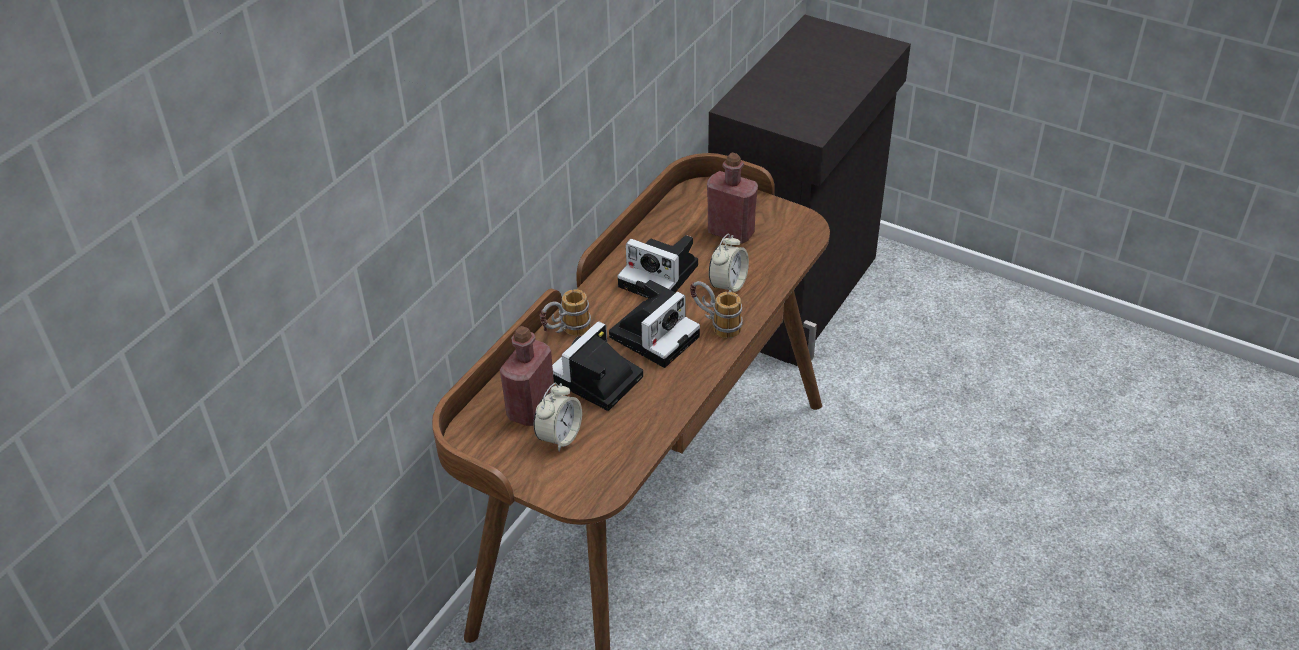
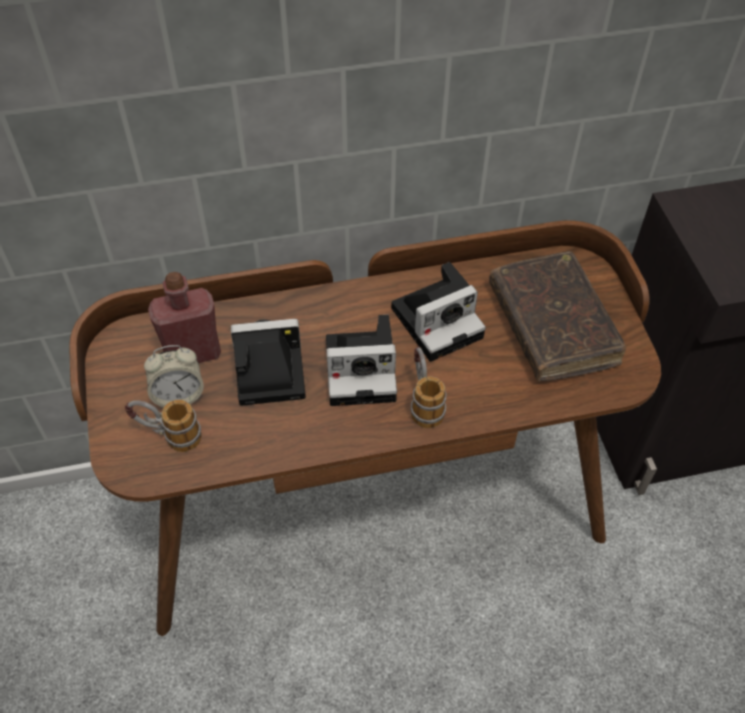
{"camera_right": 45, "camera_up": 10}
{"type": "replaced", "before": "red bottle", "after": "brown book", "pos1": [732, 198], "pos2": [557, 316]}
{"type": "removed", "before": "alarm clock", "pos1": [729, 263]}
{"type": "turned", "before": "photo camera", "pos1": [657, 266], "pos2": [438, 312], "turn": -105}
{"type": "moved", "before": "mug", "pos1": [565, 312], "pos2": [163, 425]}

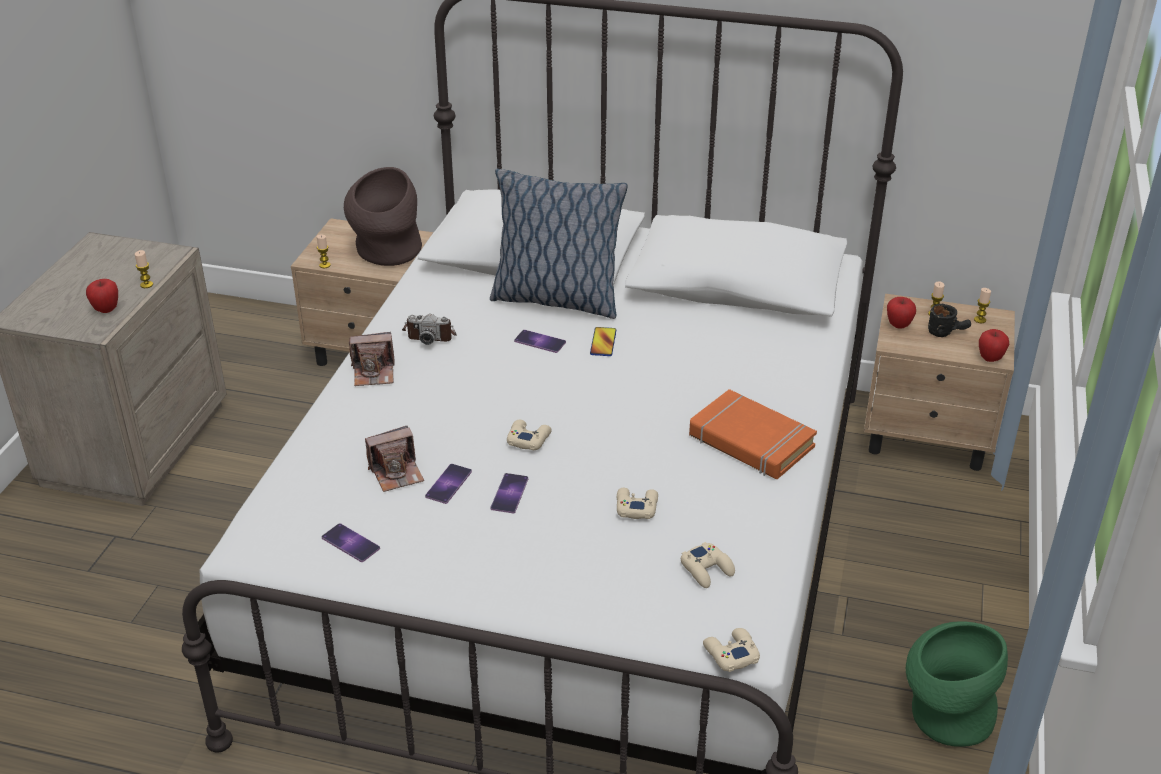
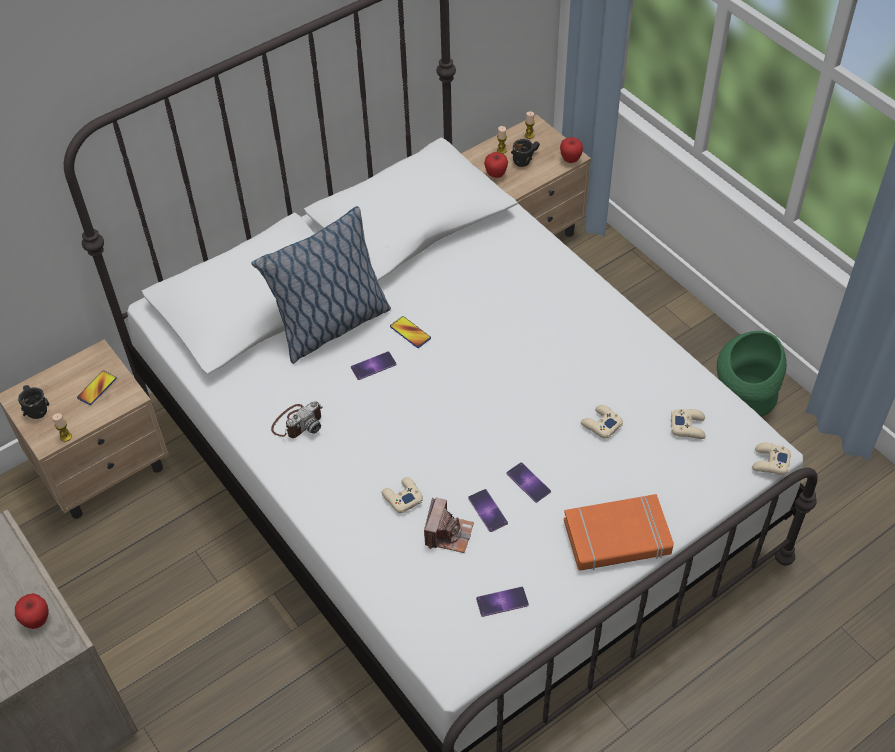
{"camera_right": -50, "camera_up": 15}
{"type": "replaced", "before": "brown vase", "after": "phone", "pos1": [383, 216], "pos2": [97, 388]}
{"type": "removed", "before": "candle", "pos1": [144, 269]}
{"type": "removed", "before": "photo camera", "pos1": [372, 359]}
{"type": "moved", "before": "orange book", "pos1": [753, 434], "pos2": [619, 532]}
{"type": "moved", "before": "beige game controller", "pos1": [529, 435], "pos2": [402, 495]}
{"type": "added", "after": "black mug", "pos2": [33, 402]}

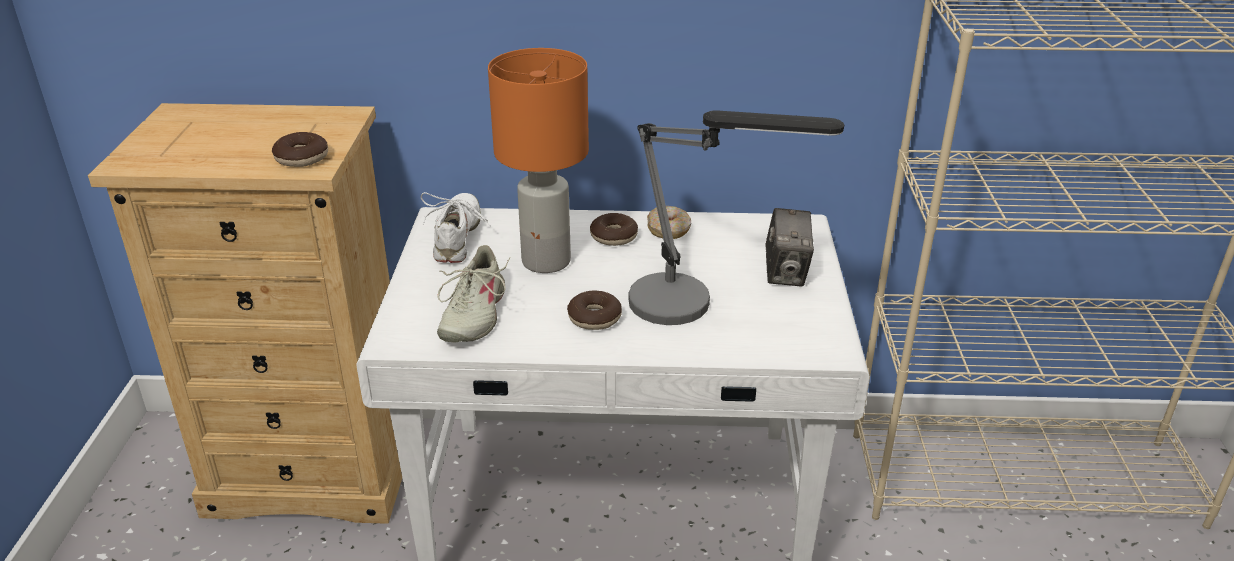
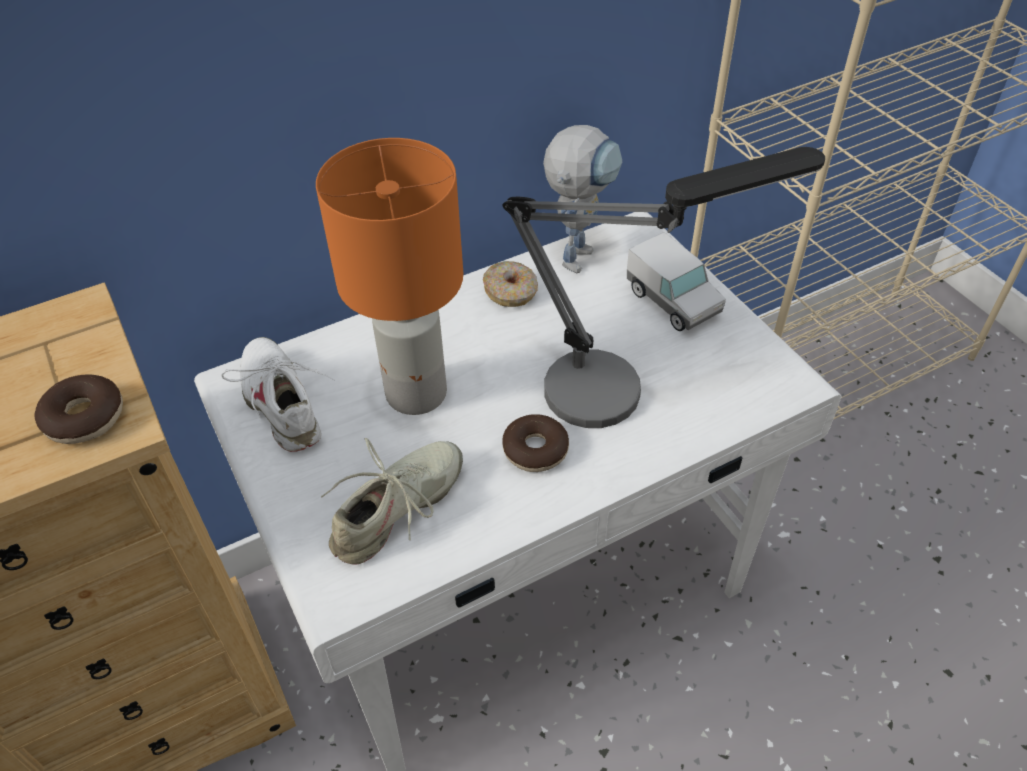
{"camera_right": -30, "camera_up": 15}
{"type": "replaced", "before": "photo camera", "after": "toy truck", "pos1": [789, 247], "pos2": [676, 281]}
{"type": "removed", "before": "donut", "pos1": [614, 229]}
{"type": "turned", "before": "beige shoe", "pos1": [473, 294], "pos2": [392, 501], "turn": -120}
{"type": "added", "after": "toy robot", "pos2": [582, 199]}

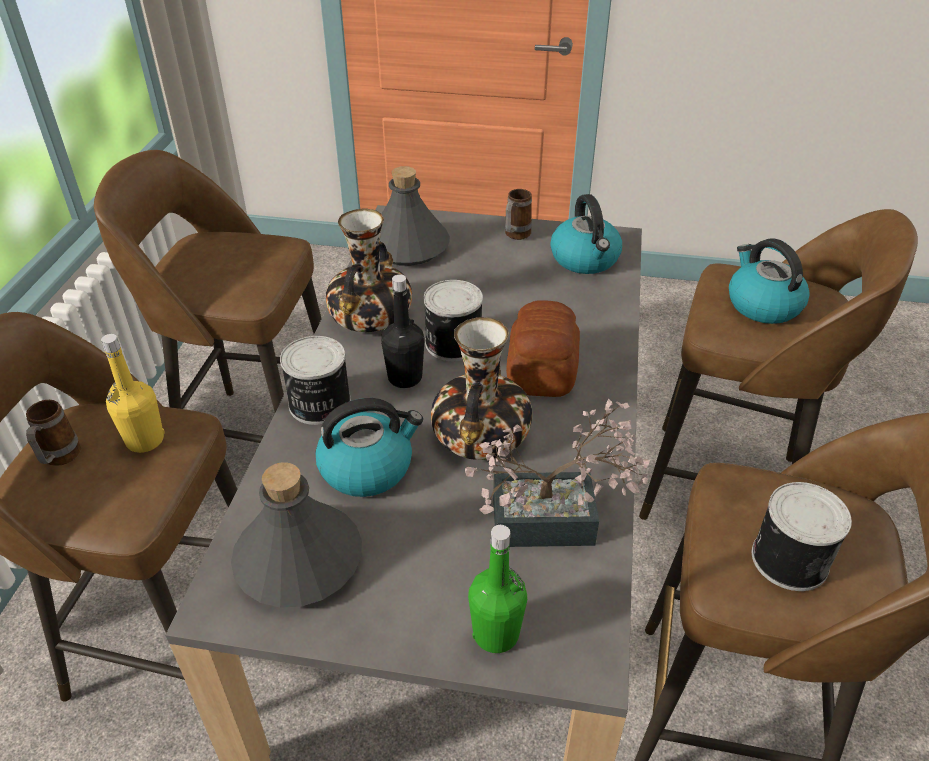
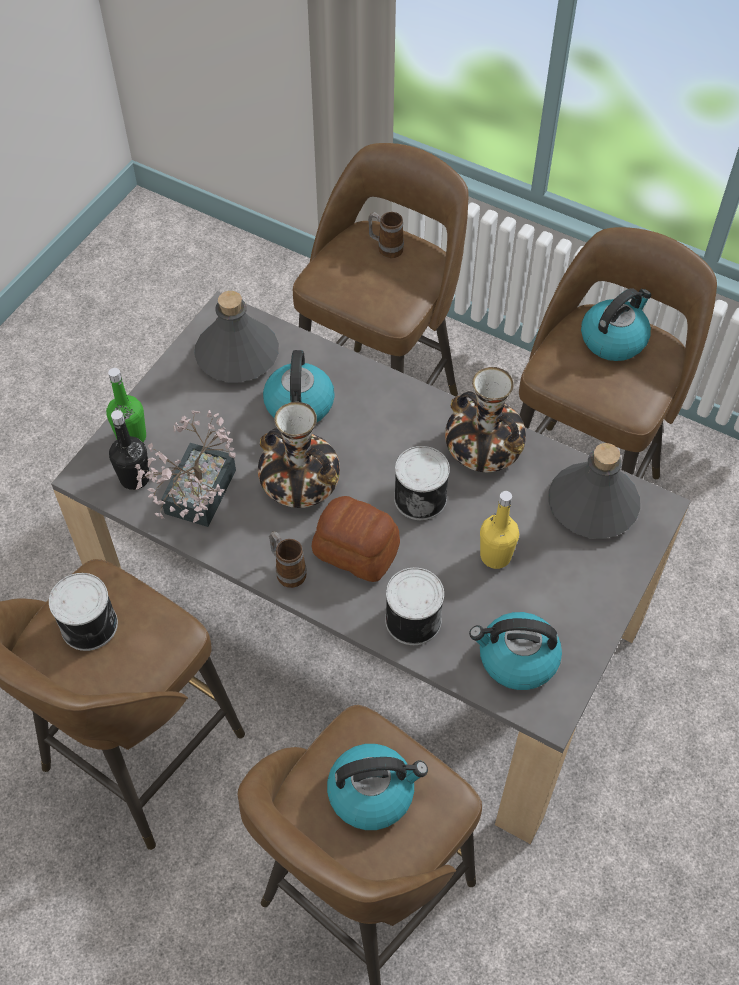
{"camera_right": 110, "camera_up": 15}
{"type": "moved", "before": "mug", "pos1": [518, 214], "pos2": [288, 559]}
{"type": "moved", "before": "black bottle", "pos1": [403, 331], "pos2": [129, 450]}
{"type": "moved", "before": "yellow bottle", "pos1": [133, 393], "pos2": [499, 530]}
{"type": "moved", "before": "can", "pos1": [315, 380], "pos2": [414, 606]}
{"type": "added", "after": "kettle", "pos2": [616, 324]}

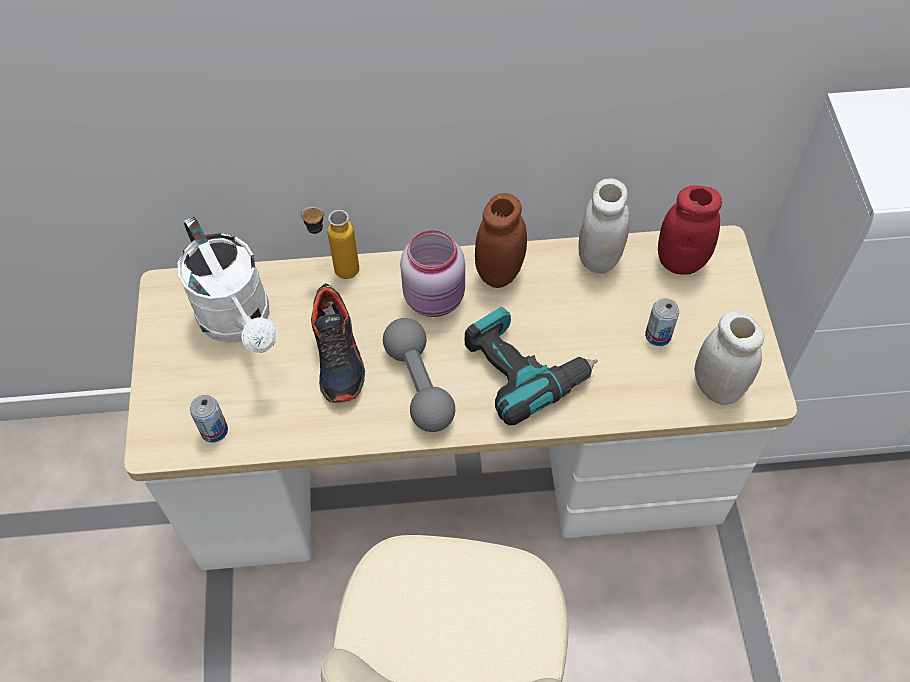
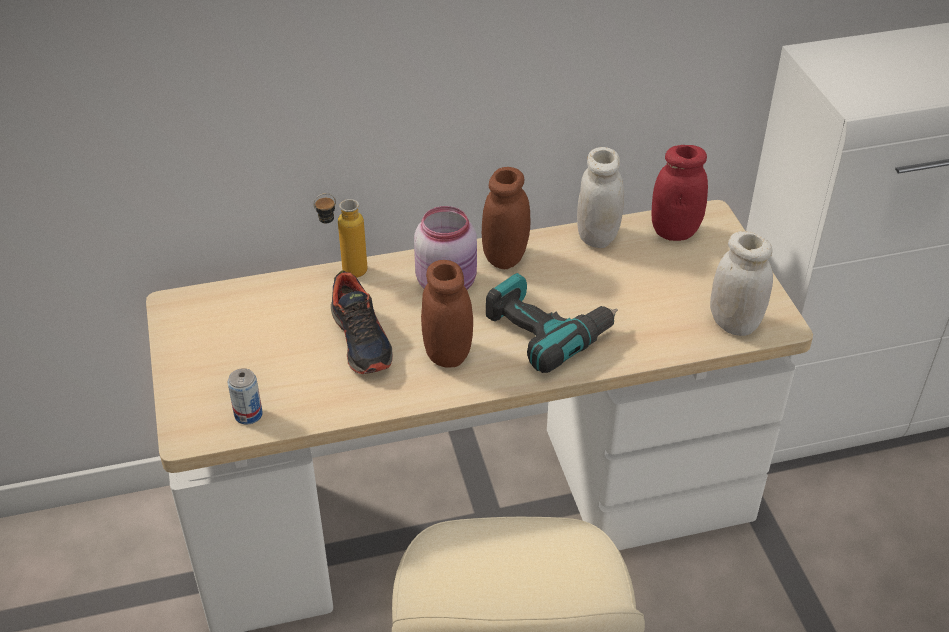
{"camera_right": -10, "camera_up": -15}
{"type": "removed", "before": "white watering can", "pos1": [227, 285]}
{"type": "removed", "before": "can", "pos1": [662, 322]}
{"type": "replaced", "before": "grey dumbbell", "after": "brown jar", "pos1": [419, 375], "pos2": [447, 314]}

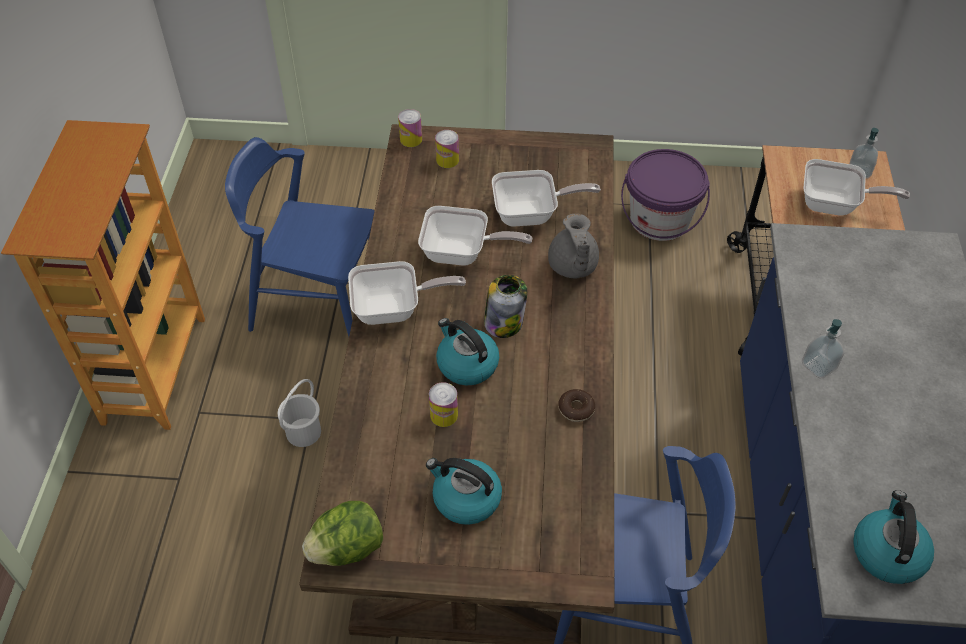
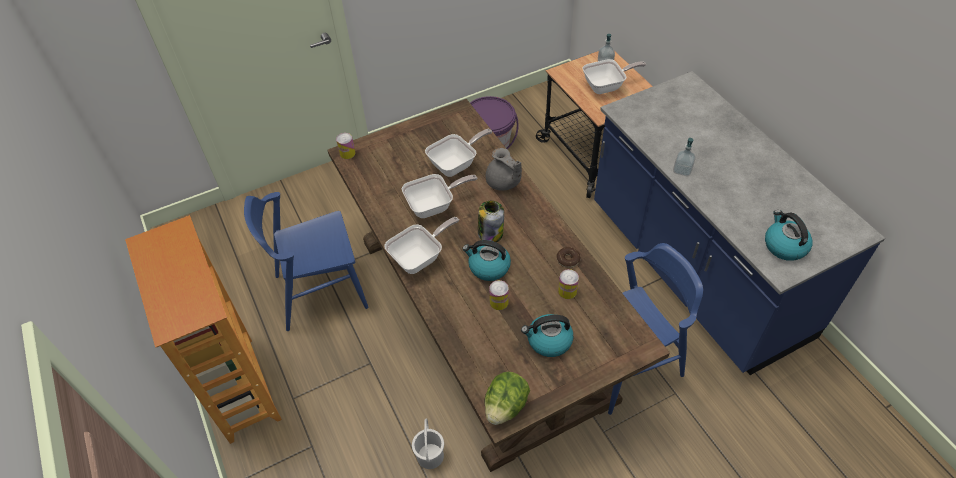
{"camera_right": -30, "camera_up": 0}
{"type": "moved", "before": "can", "pos1": [447, 149], "pos2": [568, 284]}
{"type": "moved", "before": "white bucket", "pos1": [299, 413], "pos2": [428, 443]}

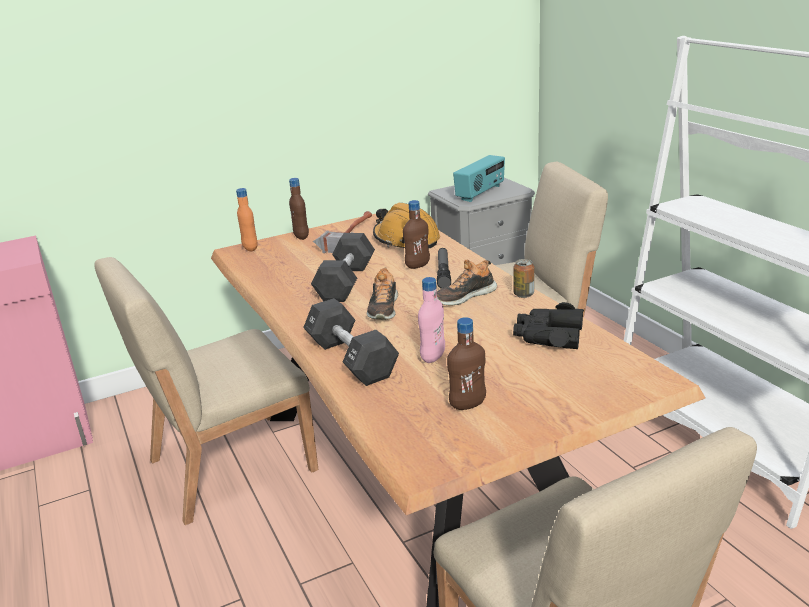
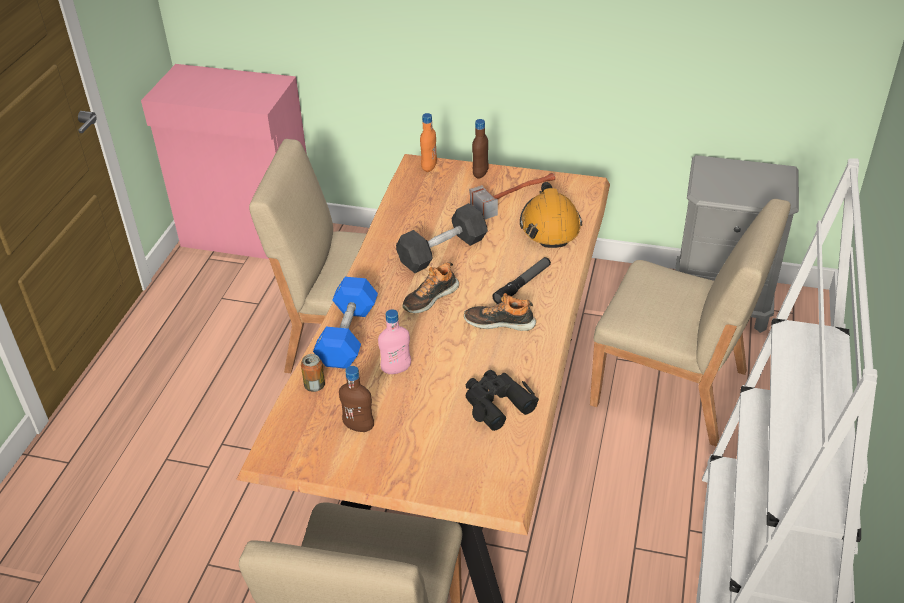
{"camera_right": 40, "camera_up": 15}
{"type": "removed", "before": "radio", "pos1": [479, 178]}
{"type": "removed", "before": "brown bottle", "pos1": [416, 234]}
{"type": "moved", "before": "can", "pos1": [524, 278], "pos2": [313, 373]}
{"type": "recoloured", "before": "black dumbbell", "after": "blue dumbbell", "pos1": [351, 342], "pos2": [345, 323]}

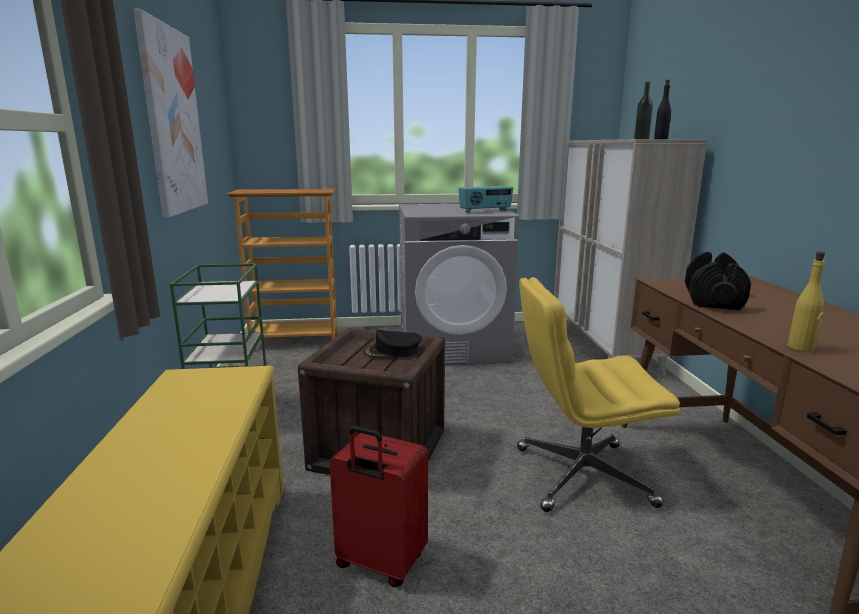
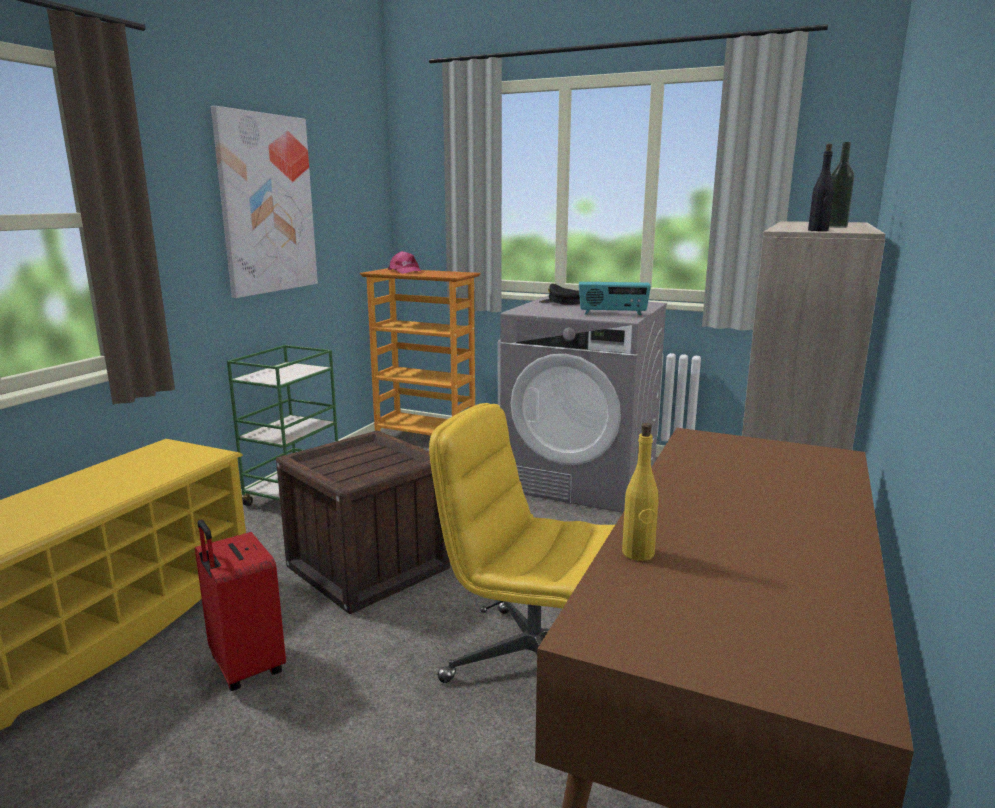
{"camera_right": 30, "camera_up": 0}
{"type": "removed", "before": "black dumbbell", "pos1": [718, 281]}
{"type": "moved", "before": "black cap", "pos1": [392, 343], "pos2": [560, 294]}
{"type": "added", "after": "pink cap", "pos2": [405, 262]}

